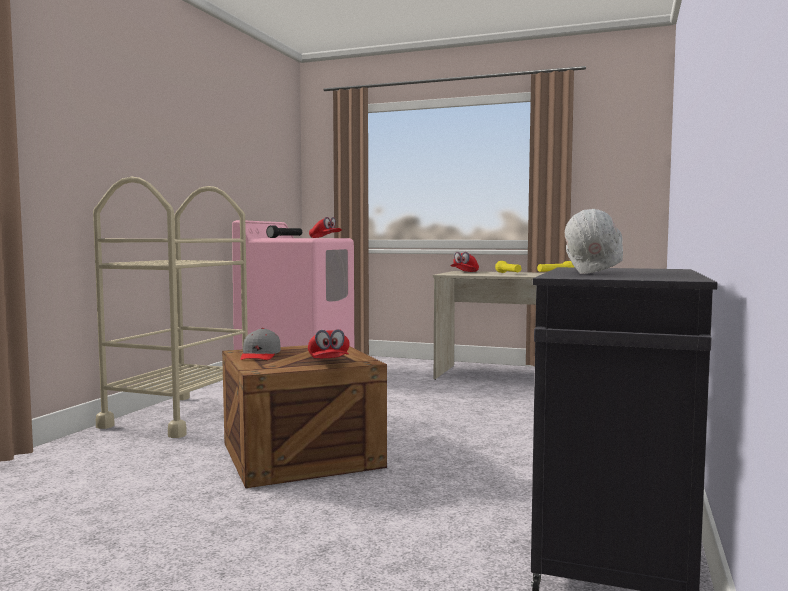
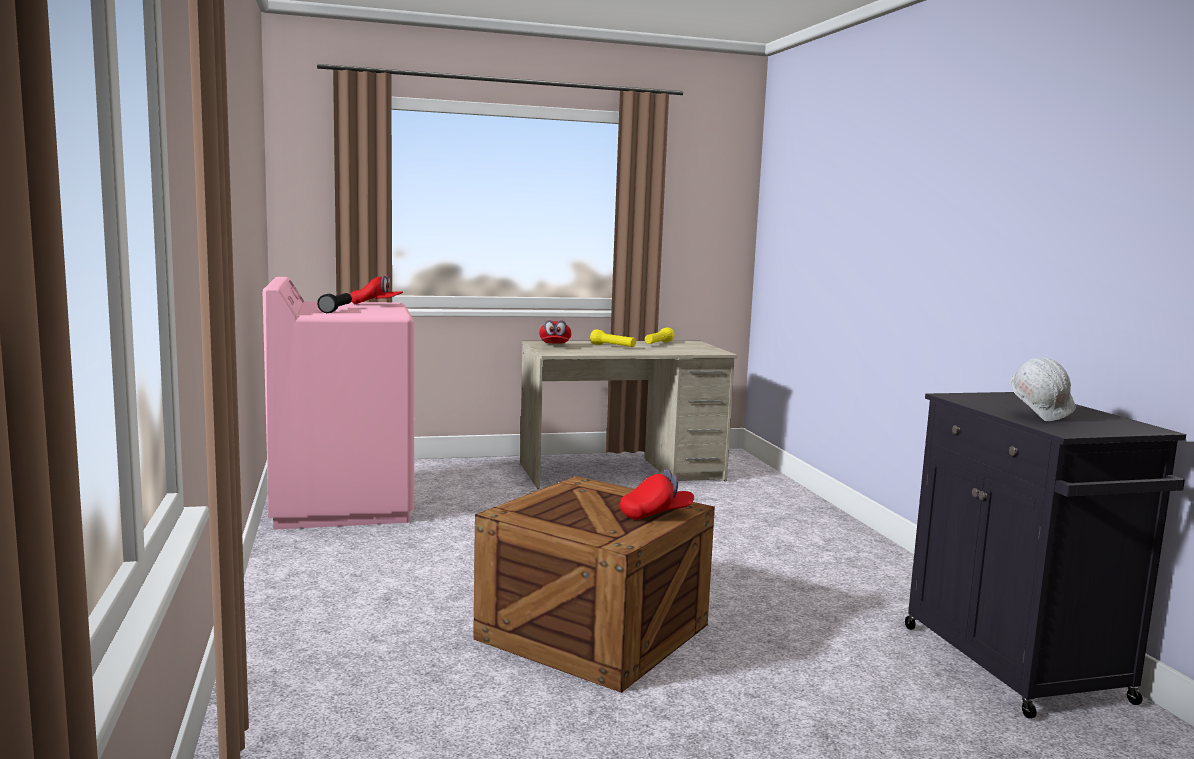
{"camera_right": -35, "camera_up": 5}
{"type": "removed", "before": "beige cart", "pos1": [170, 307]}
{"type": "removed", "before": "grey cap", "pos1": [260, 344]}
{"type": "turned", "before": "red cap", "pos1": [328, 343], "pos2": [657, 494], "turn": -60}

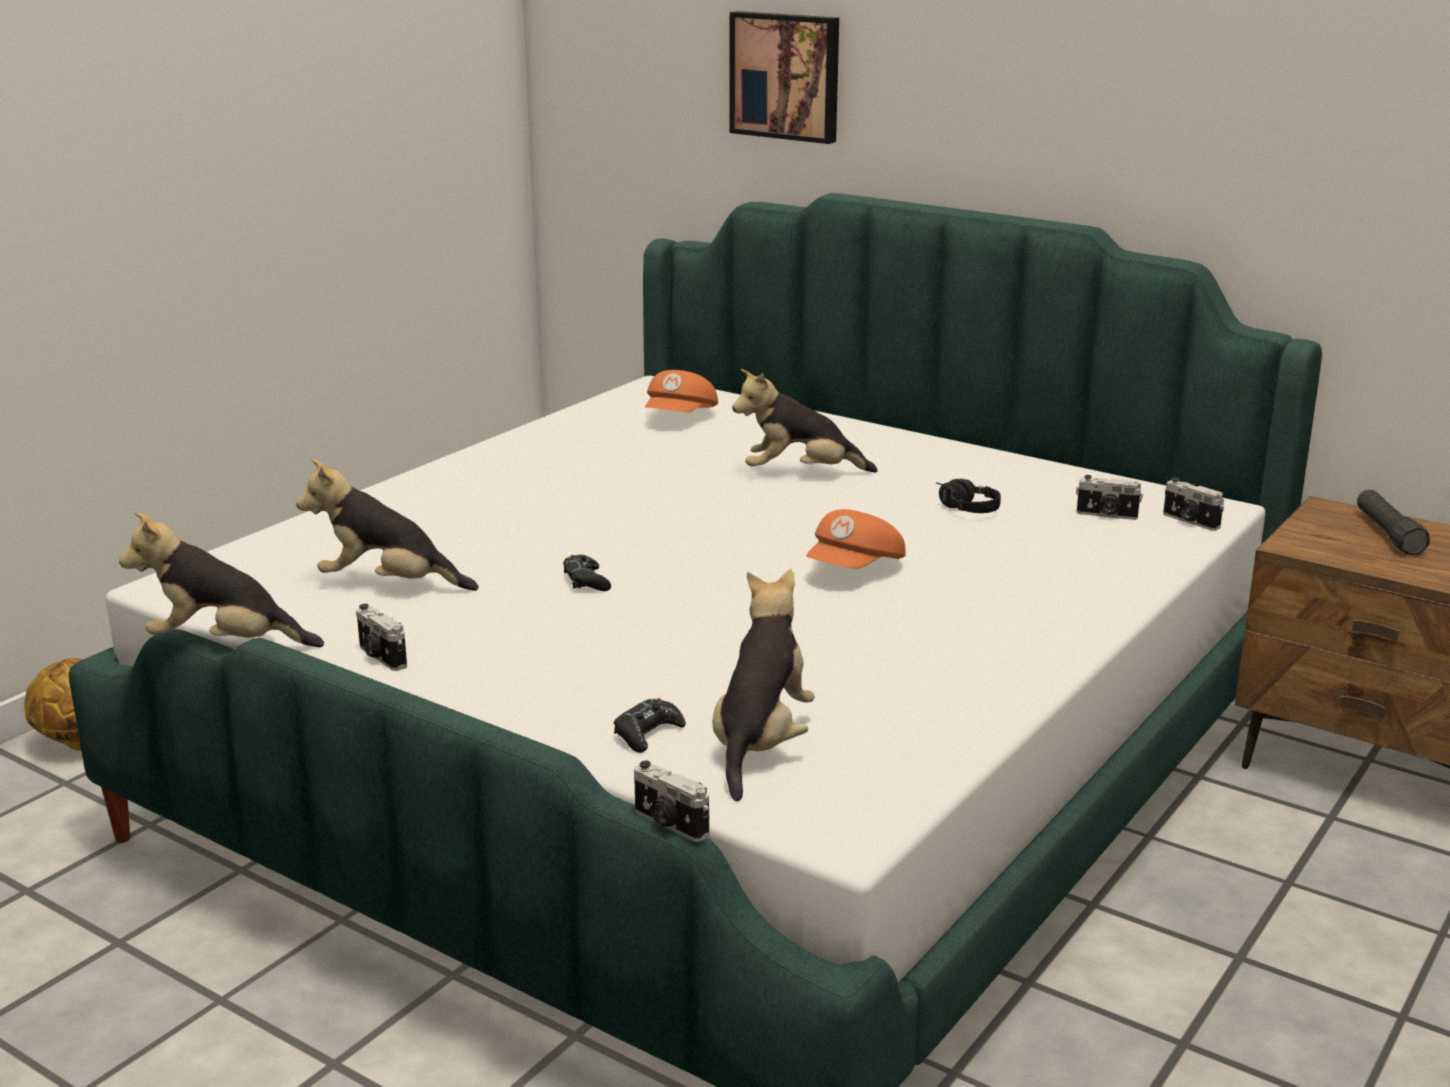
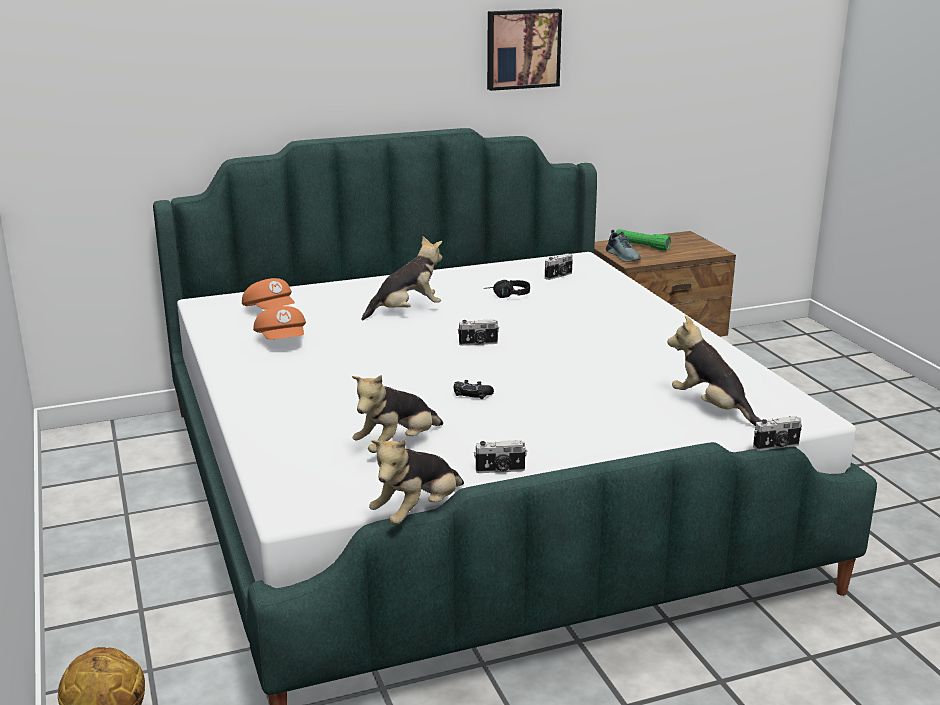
{"camera_right": -55, "camera_up": 0}
{"type": "moved", "before": "picture", "pos1": [784, 77], "pos2": [524, 50]}
{"type": "turned", "before": "plush toy", "pos1": [805, 421], "pos2": [402, 278], "turn": -150}
{"type": "moved", "before": "photo camera", "pos1": [1193, 504], "pos2": [478, 332]}
{"type": "recoloured", "before": "black flashlight", "after": "green flashlight", "pos1": [1393, 522], "pos2": [643, 240]}
{"type": "moved", "before": "orange cap", "pos1": [856, 539], "pos2": [279, 323]}
{"type": "removed", "before": "black game controller", "pos1": [650, 725]}
{"type": "added", "after": "shoe", "pos2": [623, 246]}

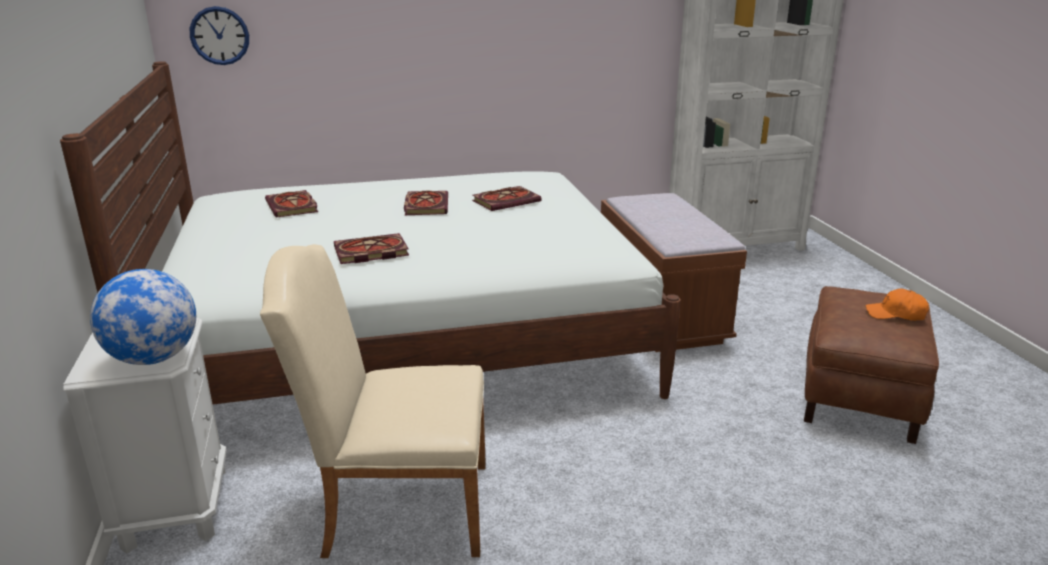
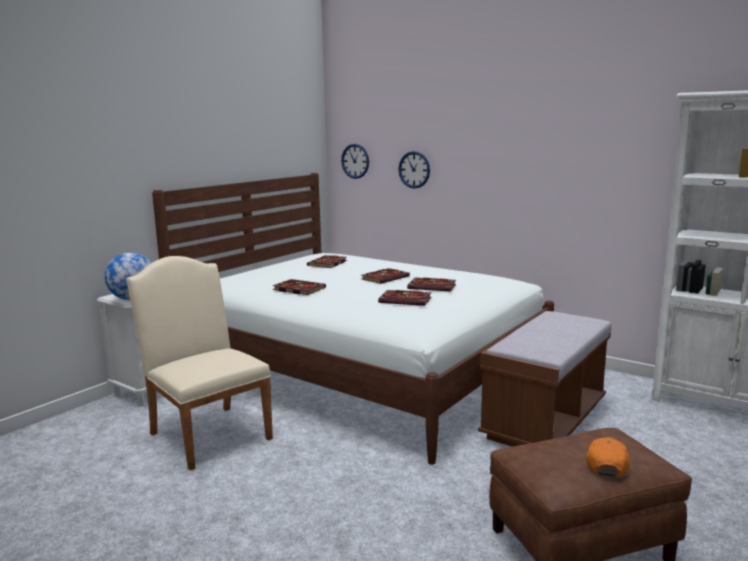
{"camera_right": 50, "camera_up": -10}
{"type": "turned", "before": "orange cap", "pos1": [897, 304], "pos2": [608, 457], "turn": 45}
{"type": "added", "after": "wall clock", "pos2": [414, 169]}
{"type": "added", "after": "book", "pos2": [404, 298]}

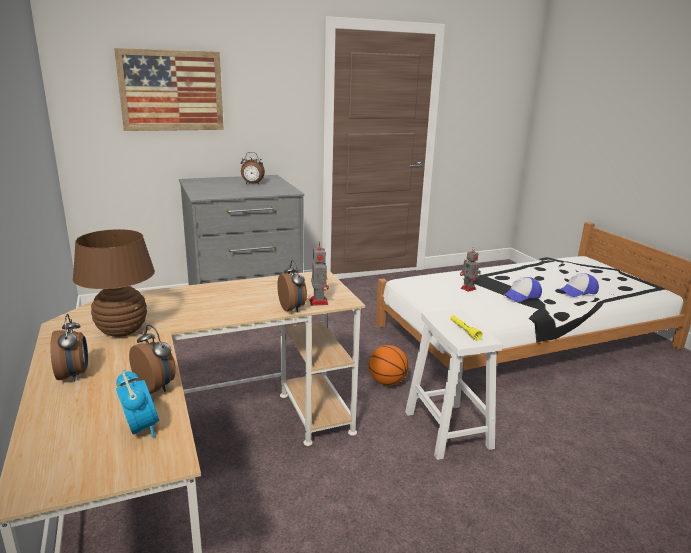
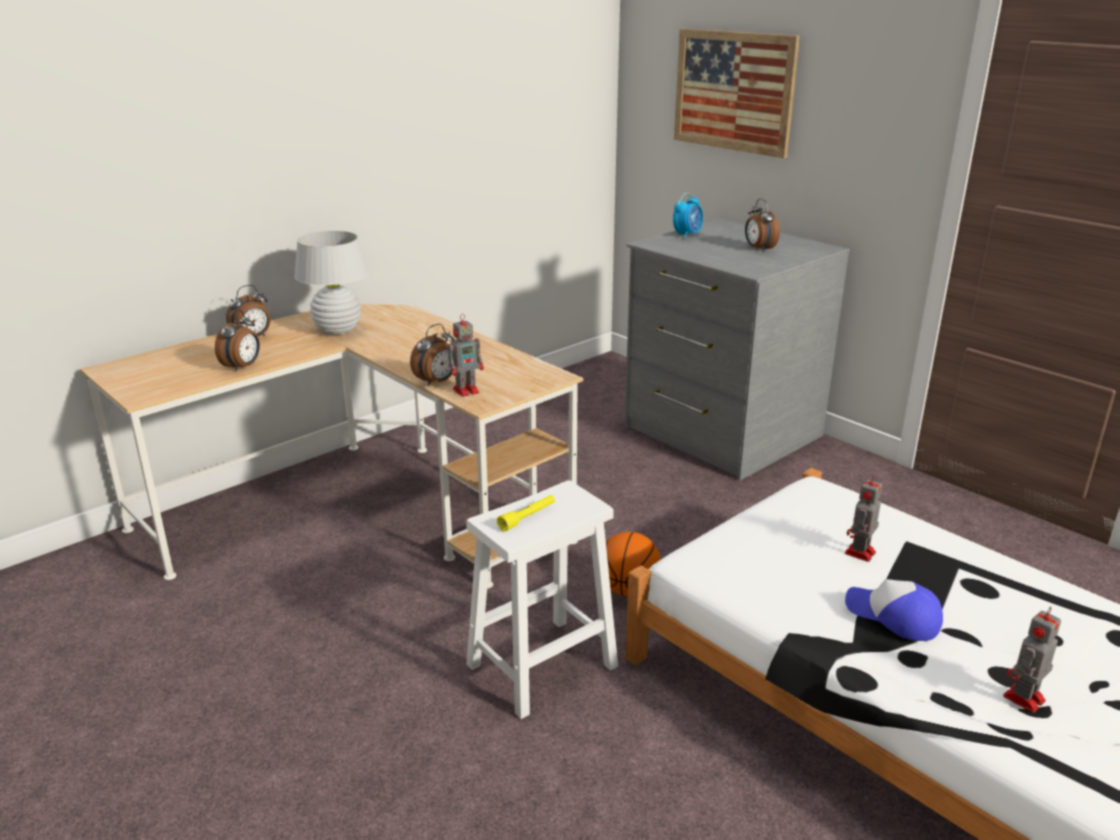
{"camera_right": 70, "camera_up": 5}
{"type": "recoloured", "before": "brown table lamp", "after": "white table lamp", "pos1": [114, 283], "pos2": [331, 283]}
{"type": "replaced", "before": "cap", "after": "toy robot", "pos1": [578, 285], "pos2": [1032, 659]}
{"type": "moved", "before": "alarm clock", "pos1": [137, 404], "pos2": [688, 216]}

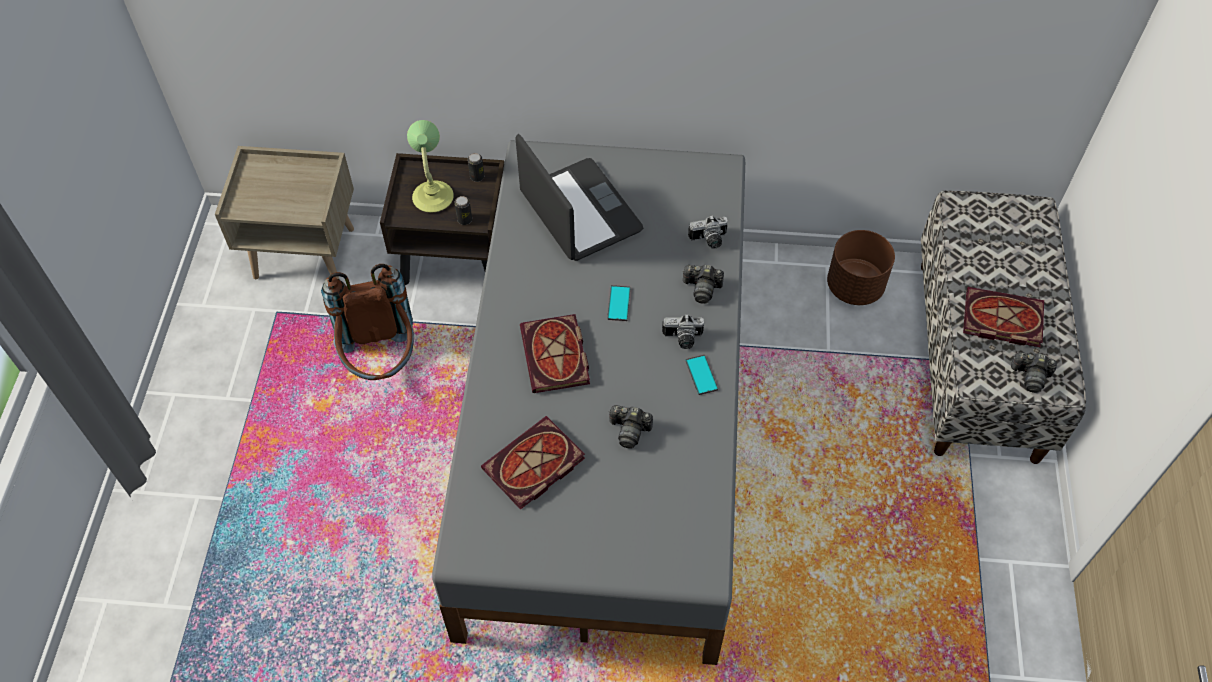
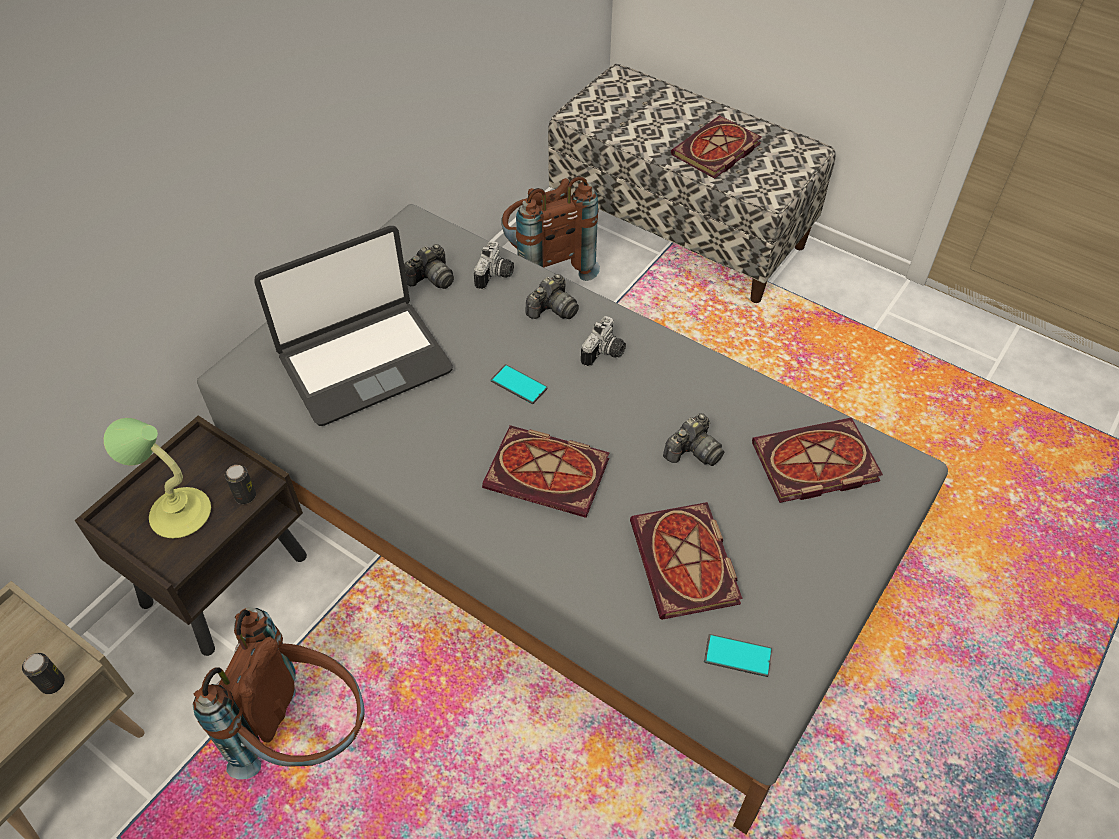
{"camera_right": -60, "camera_up": -5}
{"type": "turned", "before": "laptop", "pos1": [579, 197], "pos2": [353, 326], "turn": 150}
{"type": "moved", "before": "can", "pos1": [475, 167], "pos2": [43, 673]}
{"type": "replaced", "before": "brown planter", "after": "brown backpack", "pos1": [861, 267], "pos2": [550, 228]}
{"type": "moved", "before": "photo camera", "pos1": [1034, 372], "pos2": [429, 266]}
{"type": "moved", "before": "phone", "pos1": [702, 375], "pos2": [738, 655]}
{"type": "added", "after": "book", "pos2": [817, 460]}

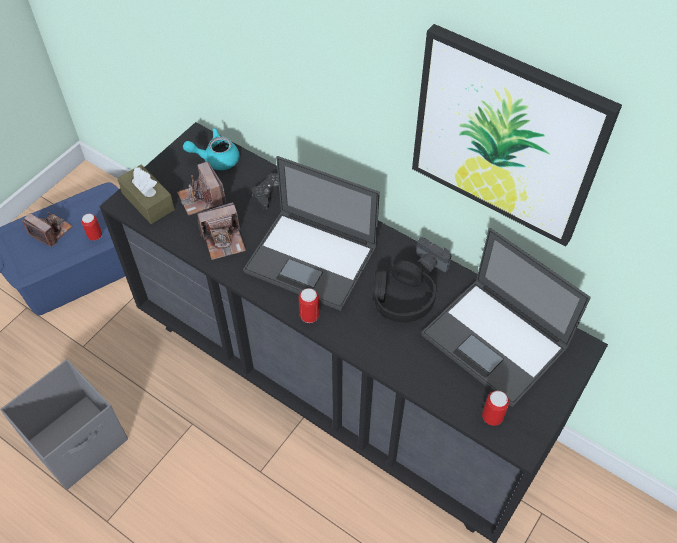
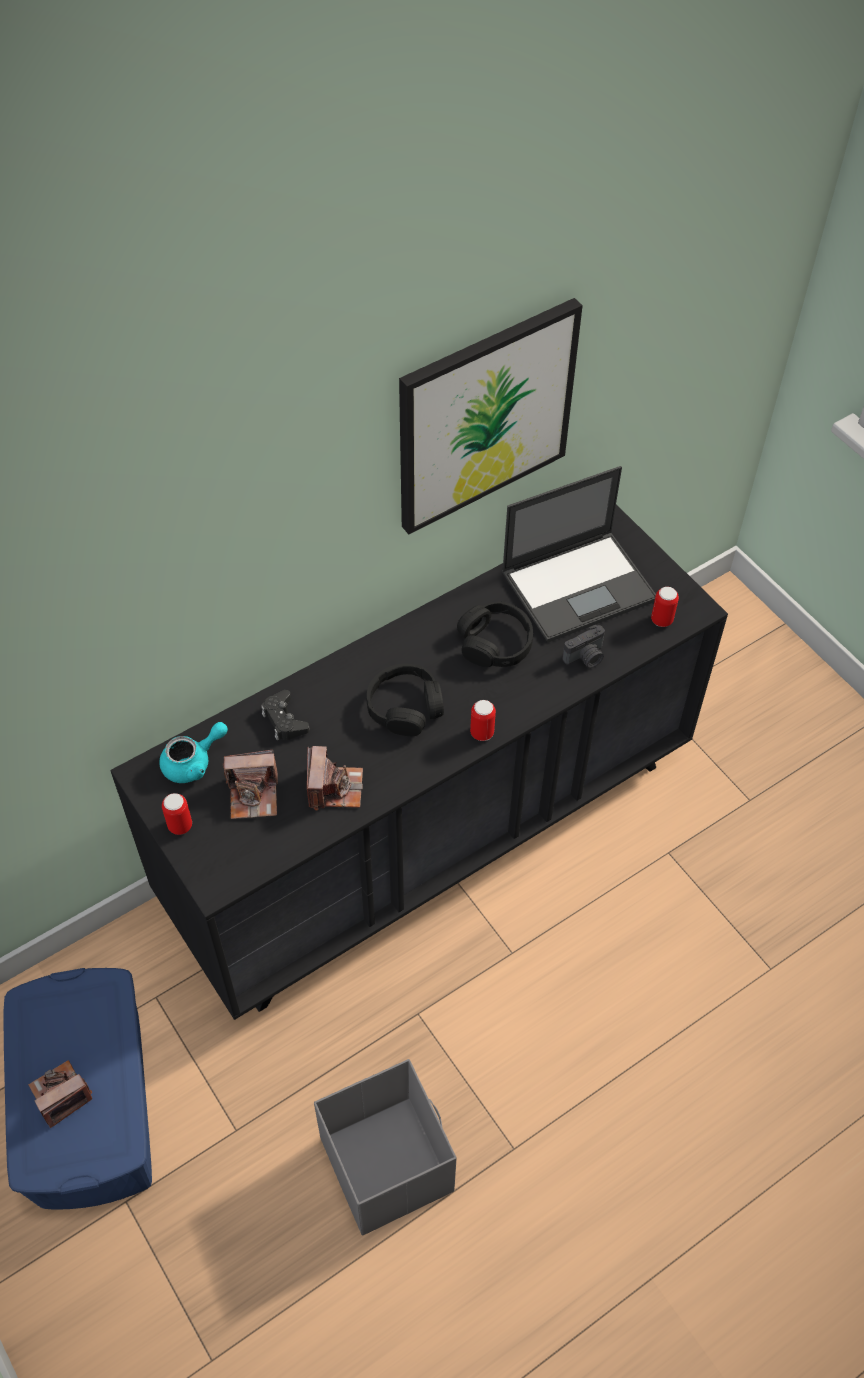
{"camera_right": -70, "camera_up": 0}
{"type": "turned", "before": "turquoise teapot", "pos1": [211, 149], "pos2": [193, 752], "turn": -135}
{"type": "replaced", "before": "laptop", "after": "black headphones", "pos1": [311, 233], "pos2": [405, 700]}
{"type": "removed", "before": "brown tissue box", "pos1": [146, 194]}
{"type": "moved", "before": "can", "pos1": [91, 226], "pos2": [177, 814]}
{"type": "moved", "before": "photo camera", "pos1": [434, 255], "pos2": [583, 646]}

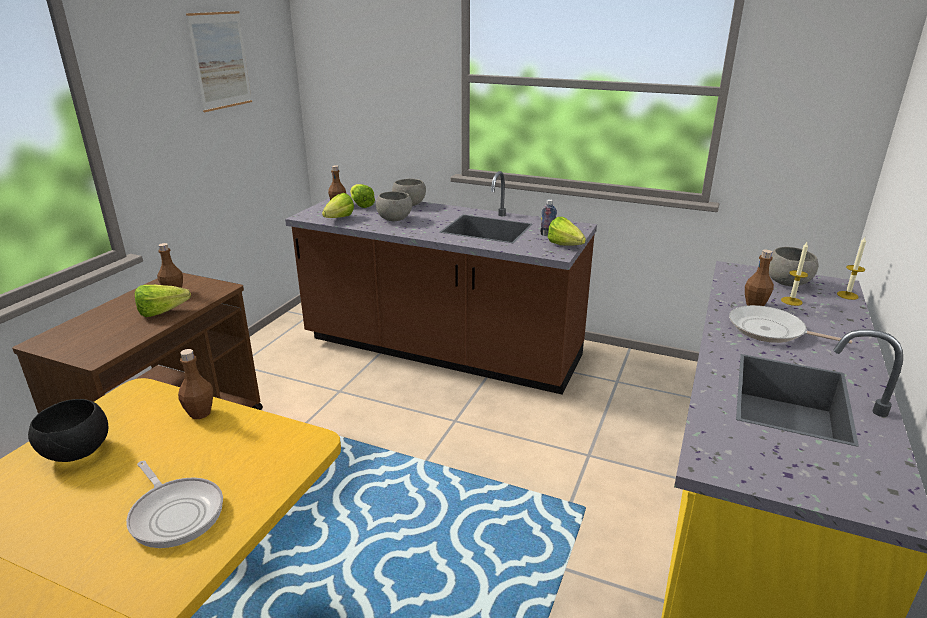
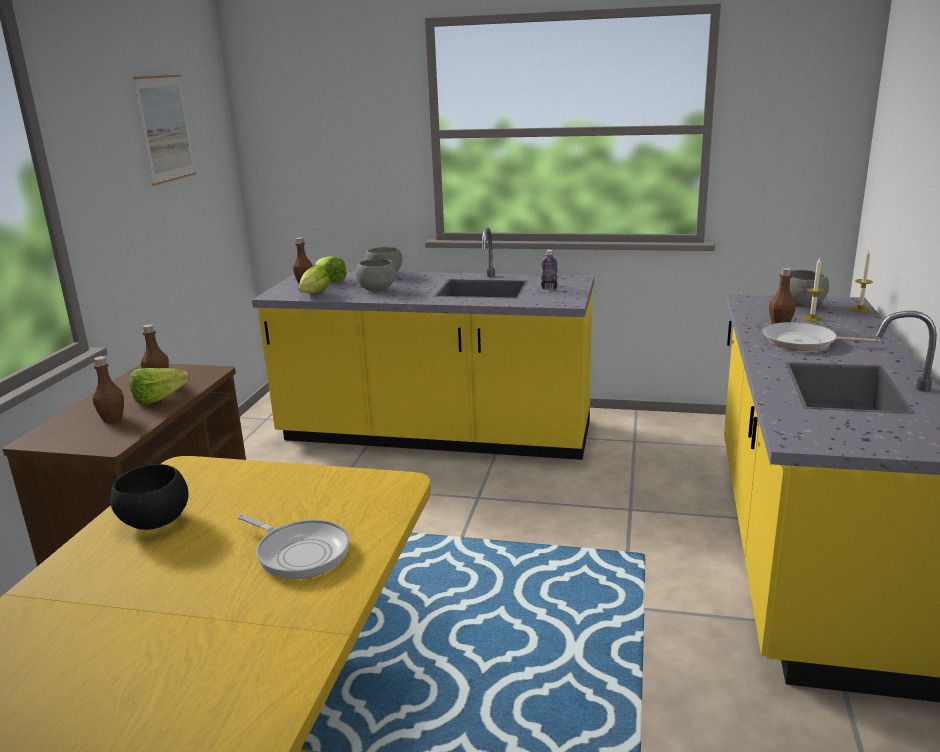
{"camera_right": -10, "camera_up": -5}
{"type": "recoloured", "before": "brown counter", "after": "yellow counter", "pos1": [441, 283], "pos2": [423, 344]}
{"type": "removed", "before": "lettuce", "pos1": [567, 231]}
{"type": "moved", "before": "brown bottle", "pos1": [195, 384], "pos2": [108, 389]}

